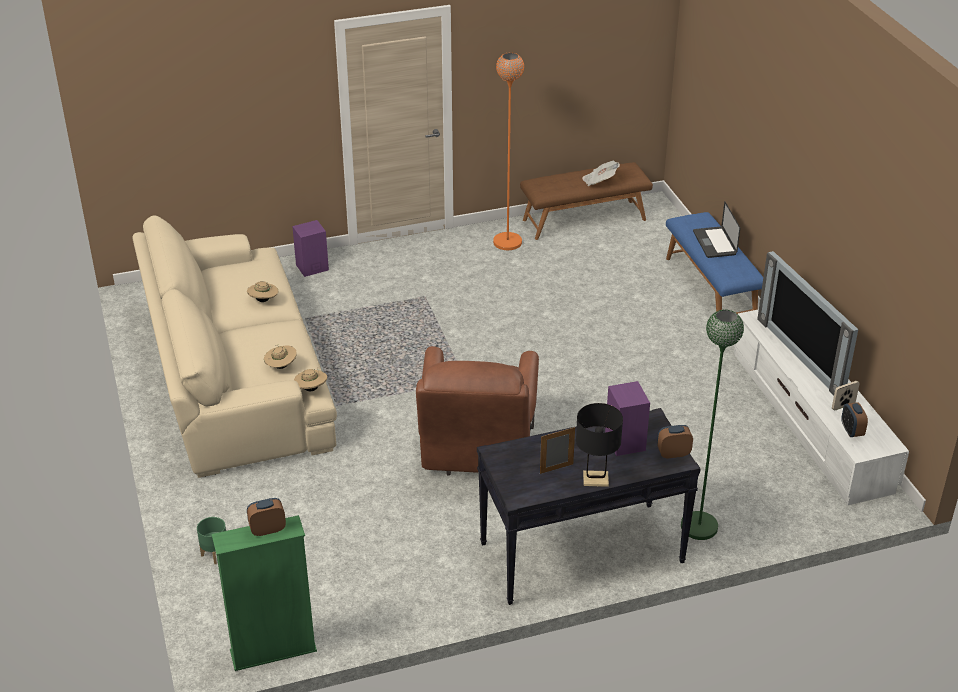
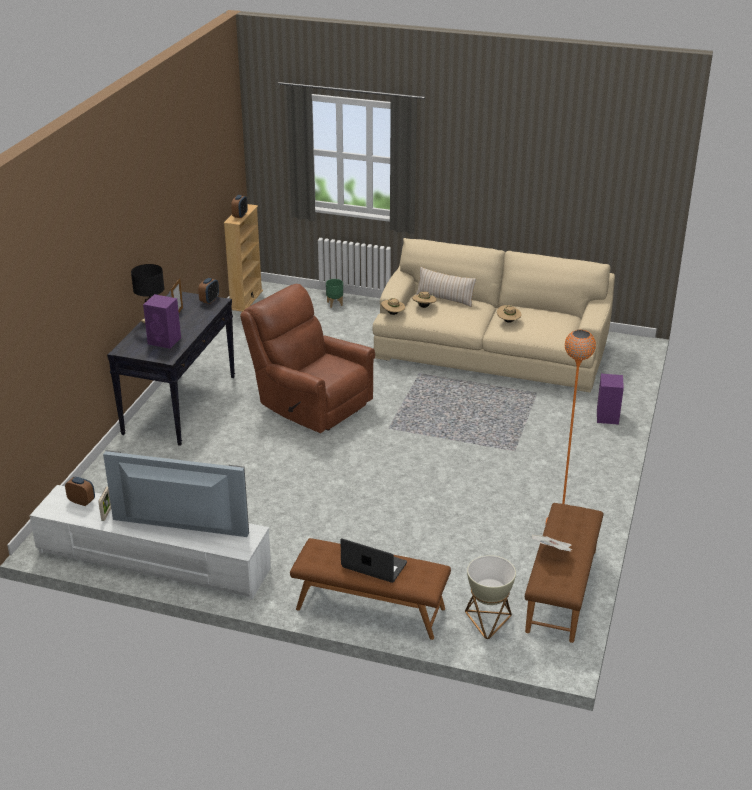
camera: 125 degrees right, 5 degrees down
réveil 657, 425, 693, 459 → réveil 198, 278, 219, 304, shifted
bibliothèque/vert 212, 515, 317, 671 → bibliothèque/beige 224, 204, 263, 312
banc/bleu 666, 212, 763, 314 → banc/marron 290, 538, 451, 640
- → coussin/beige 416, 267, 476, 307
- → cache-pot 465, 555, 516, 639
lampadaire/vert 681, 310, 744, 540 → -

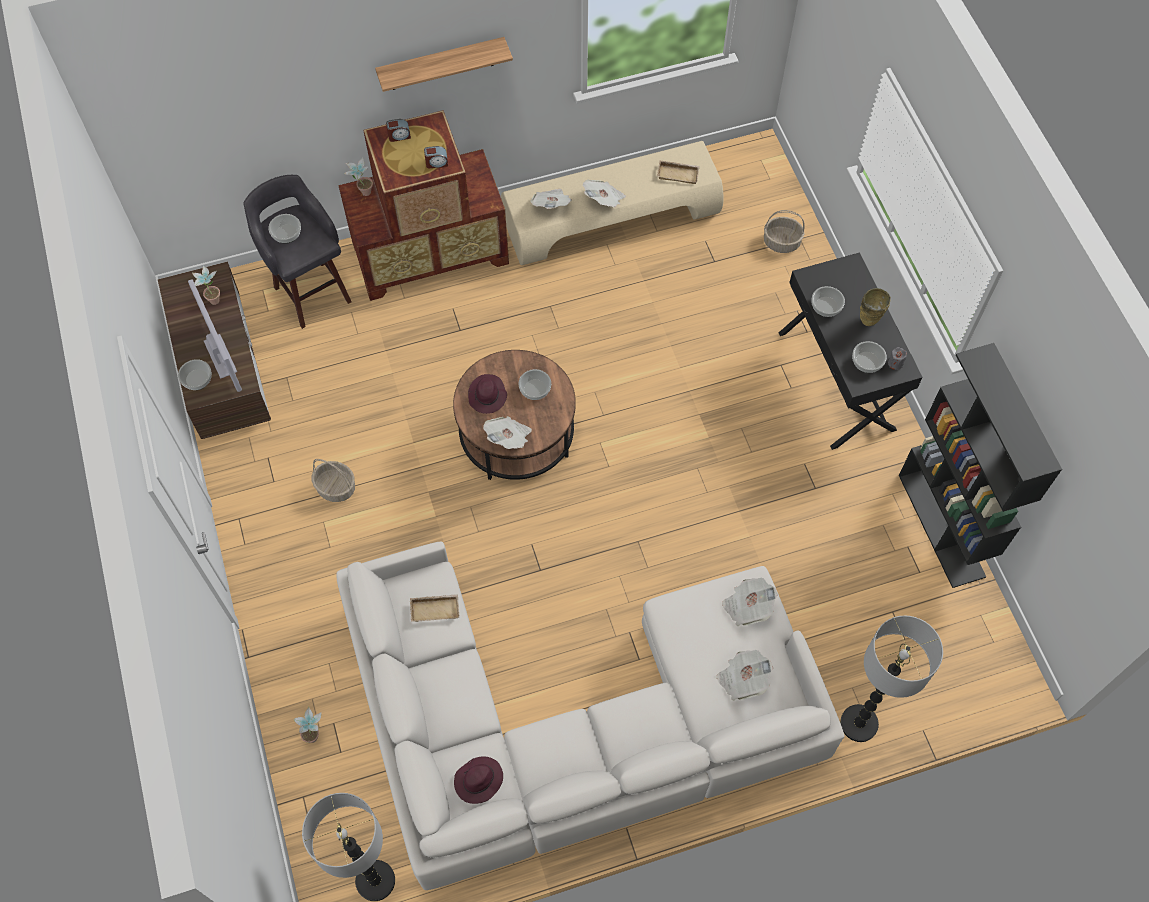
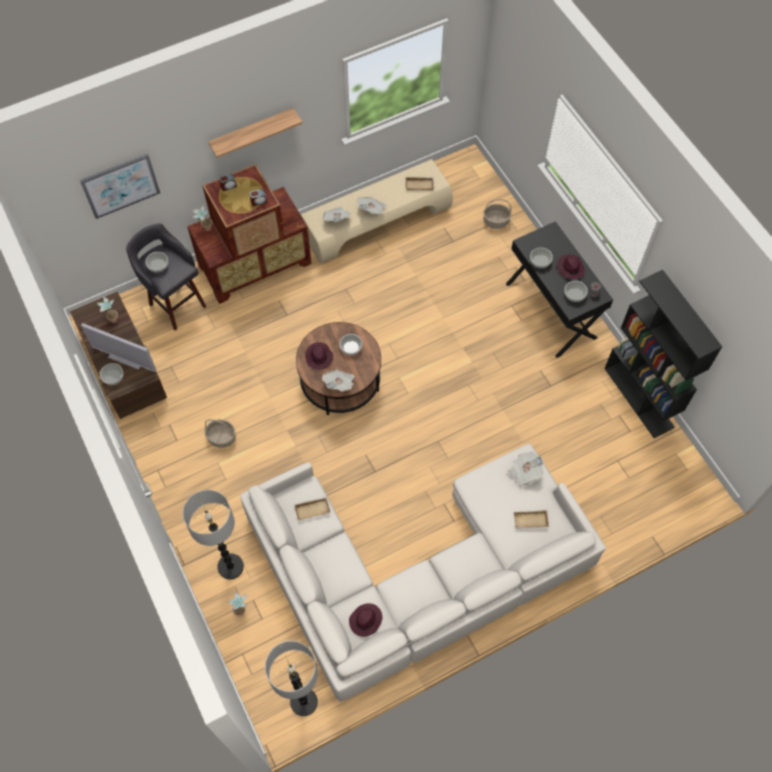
camera: 10 degrees left, 0 degrees up
- → tableau 80, 154, 160, 219
téléviseur 188, 279, 242, 392 → téléviseur 81, 323, 156, 372, 150 degrees clockwise
lampadaire 840, 615, 943, 742 → lampadaire 183, 490, 244, 579, shifted
journal 716, 650, 773, 701 → plateau/beige 514, 510, 549, 529
vase/beige 860, 288, 891, 326 → chapeau/violet 557, 255, 585, 280

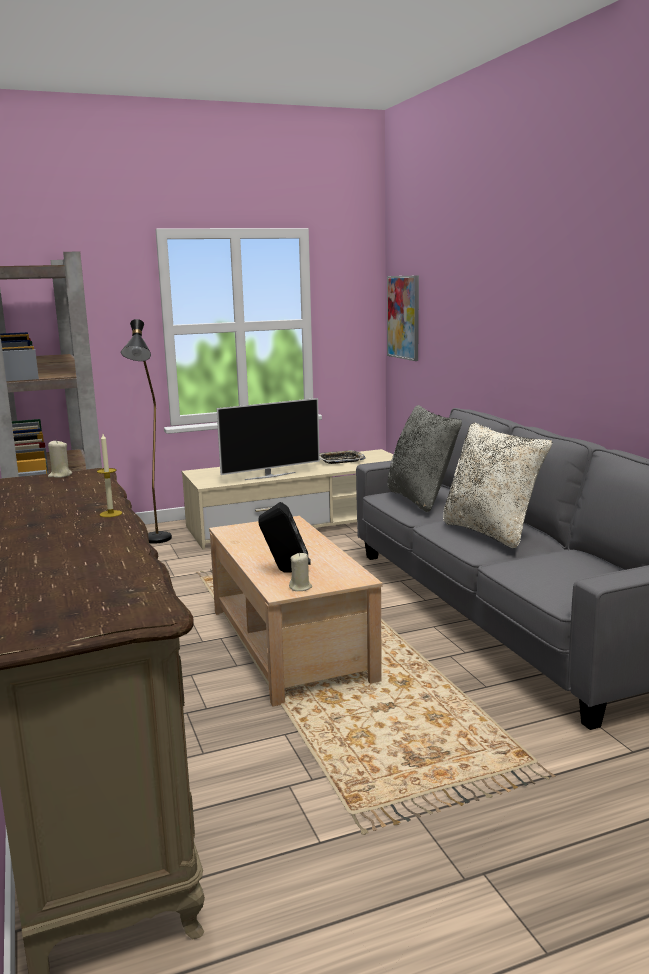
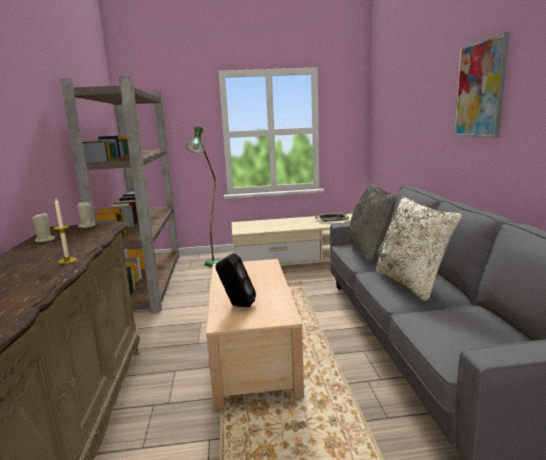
camera: 15 degrees right, 0 degrees up
bougie/beige 289, 553, 312, 591 → bougie/beige 32, 212, 55, 242, shifted
lampadaire/noir 121, 319, 172, 544 → lampadaire/vert 186, 127, 221, 266
tableau 387, 275, 419, 361 → tableau 454, 32, 510, 138, shifted
téléviseur 216, 398, 320, 480 → -

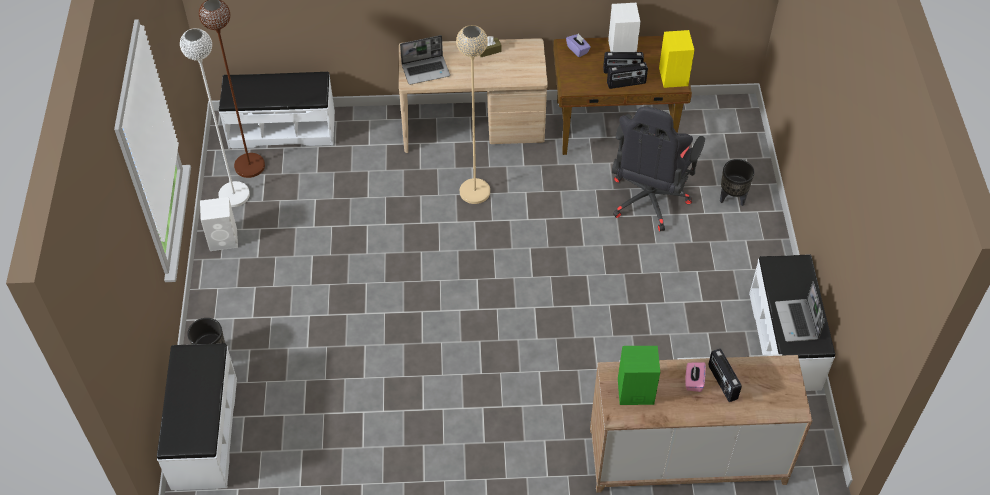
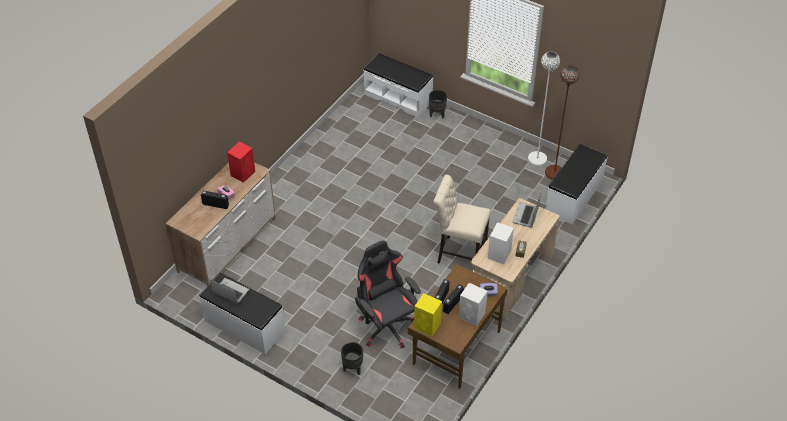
camera: 125 degrees right, 5 degrees down
enceinte/vert 618, 346, 660, 405 → enceinte/rouge 227, 142, 255, 183
lampadaire/beige 456, 25, 490, 204 → tabouret/beige 434, 175, 491, 268
enceinte/blanc 200, 197, 238, 251 → enceinte/blanc 488, 222, 514, 264, shifted

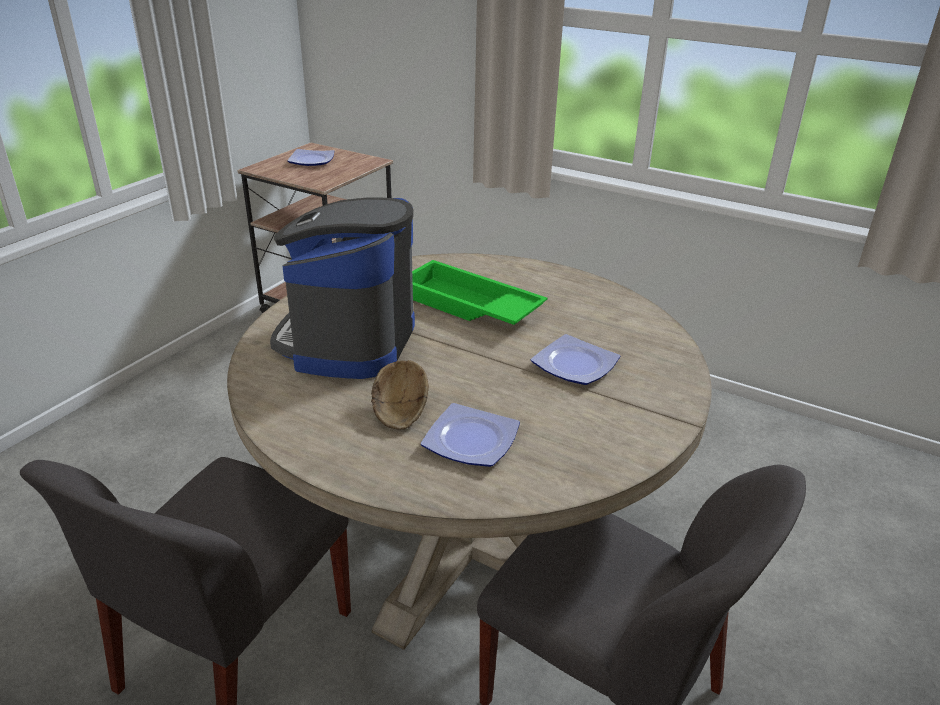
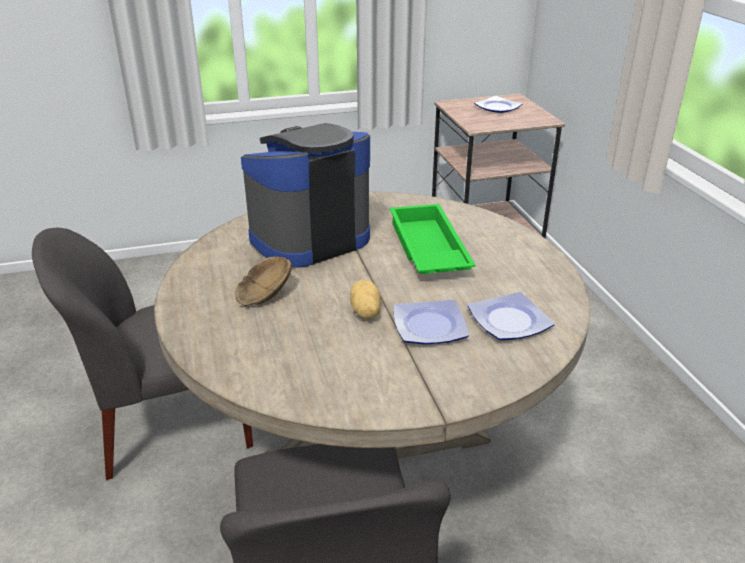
camera: 45 degrees right, 0 degrees up
- → pomme de terre 350, 280, 381, 319
assiette 421, 403, 520, 467 → assiette 468, 292, 555, 340, shifted

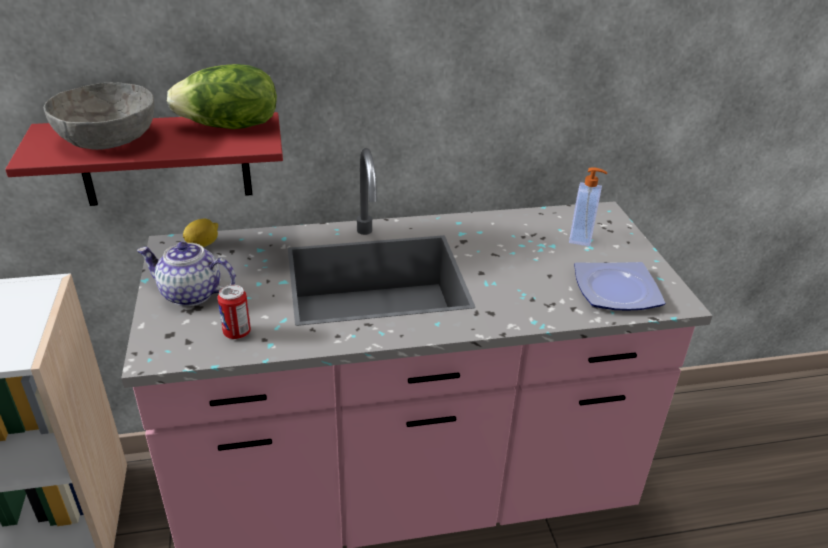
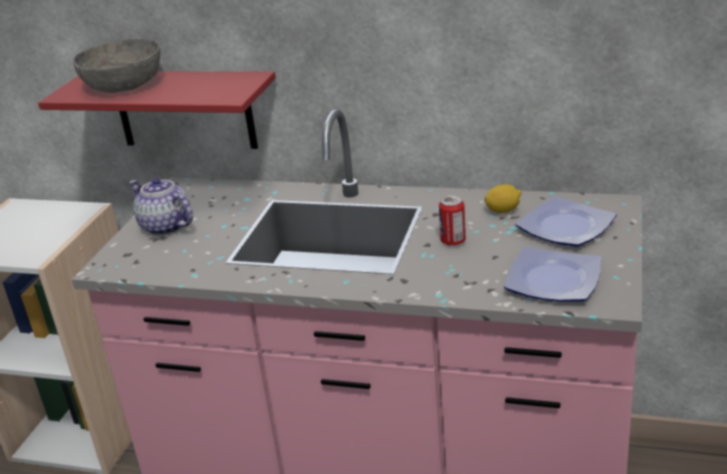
camera: 30 degrees right, 5 degrees down
boîte métallique 217, 285, 251, 339 → boîte métallique 439, 195, 466, 246, shifted
citron 183, 219, 218, 247 → citron 485, 184, 521, 213, shifted
distributeur de savon 569, 167, 607, 247 → assiette 515, 196, 616, 247
laitue 167, 64, 277, 129 → -

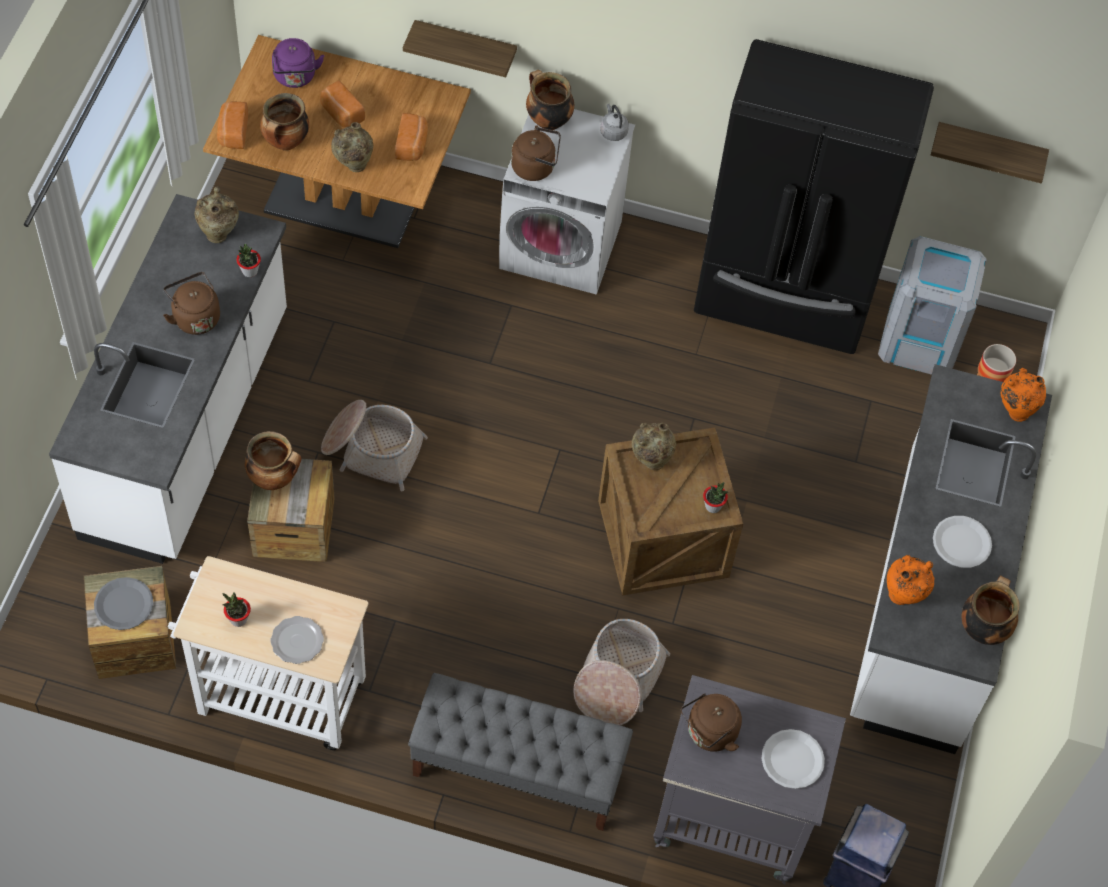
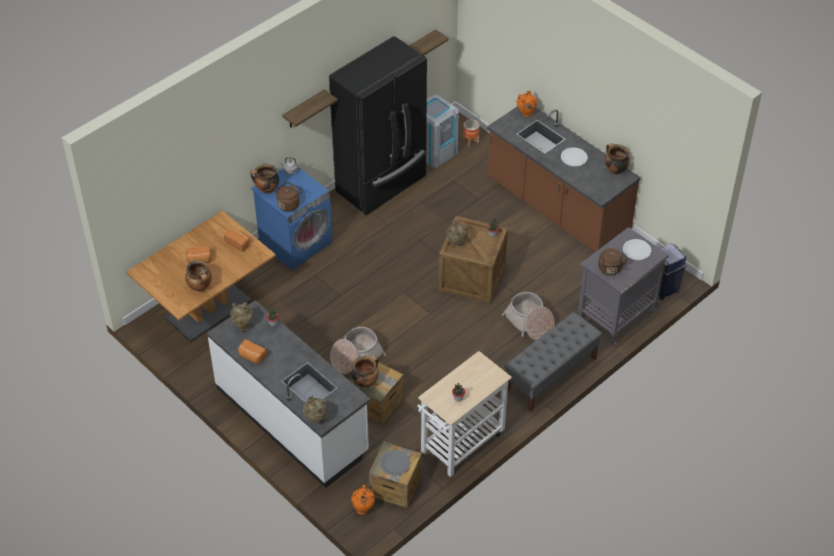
camera: 55 degrees left, 10 degrees down
pain 217, 101, 248, 149 → pain 238, 339, 267, 364, shifted
lave-linge/blanc 499, 109, 635, 295 → lave-linge/bleu 251, 167, 332, 270
étagère 403, 20, 517, 77 → étagère 283, 89, 338, 128, shifted
vase/beige 331, 122, 373, 172 → vase/beige 303, 397, 327, 423, shifted
vase/orange 887, 555, 934, 605 → vase/orange 351, 484, 375, 515, shifted
comptoir de cuisine/blanc 850, 364, 1052, 754 → comptoir de cuisine/marron 487, 107, 641, 252
bouilloire/marron 163, 272, 220, 335 → -
assiette 271, 616, 324, 664 → -
bouilloire/violet 272, 38, 324, 88 → -

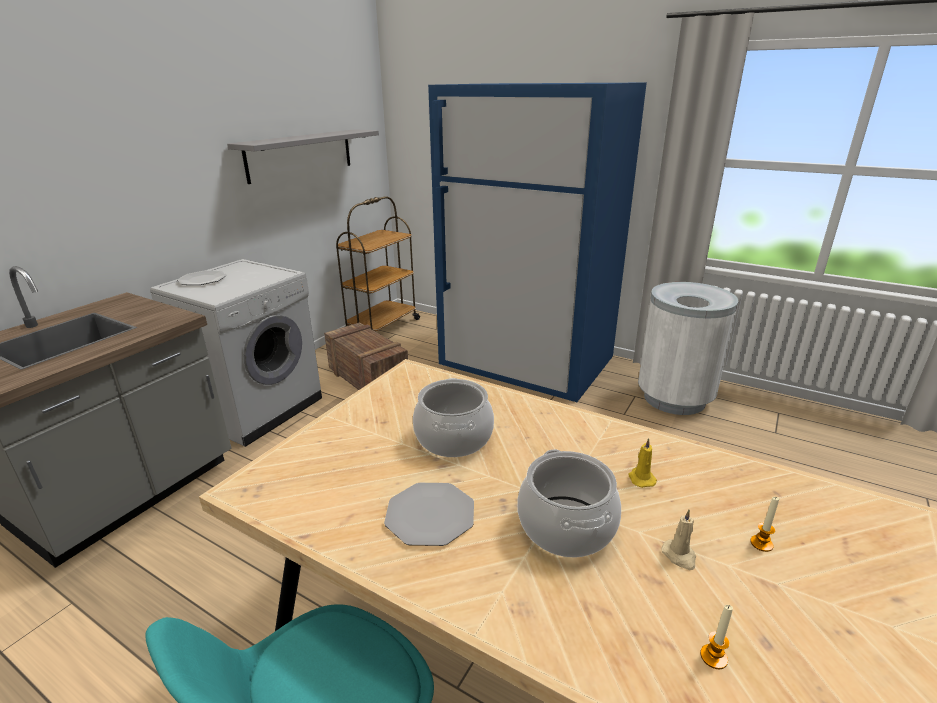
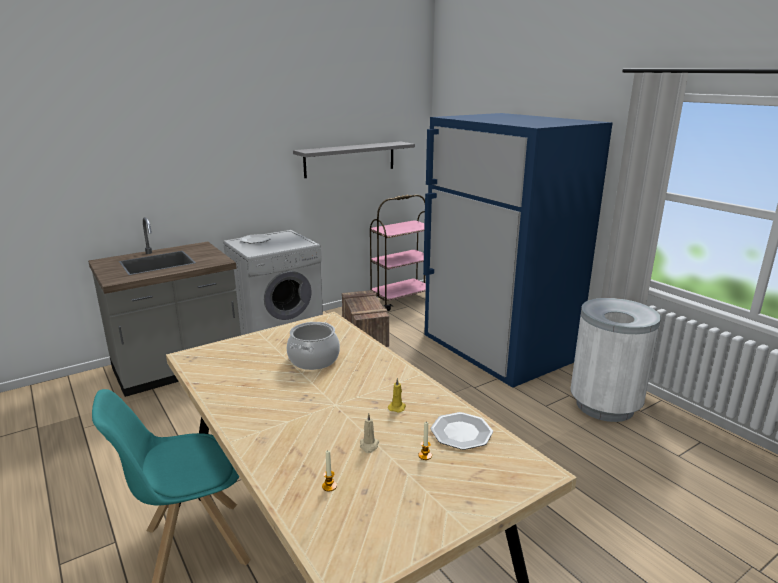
camera: 25 degrees right, 5 degrees down
chariot/marron 336, 196, 420, 332 → chariot/rose 370, 195, 426, 311
assiette 384, 483, 474, 546 → assiette 431, 412, 493, 450, shifted
marmite 518, 449, 621, 558 → -

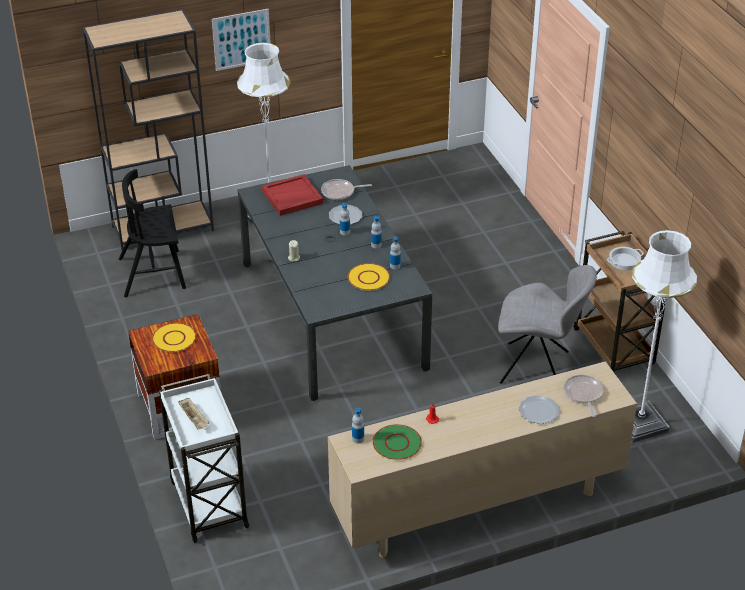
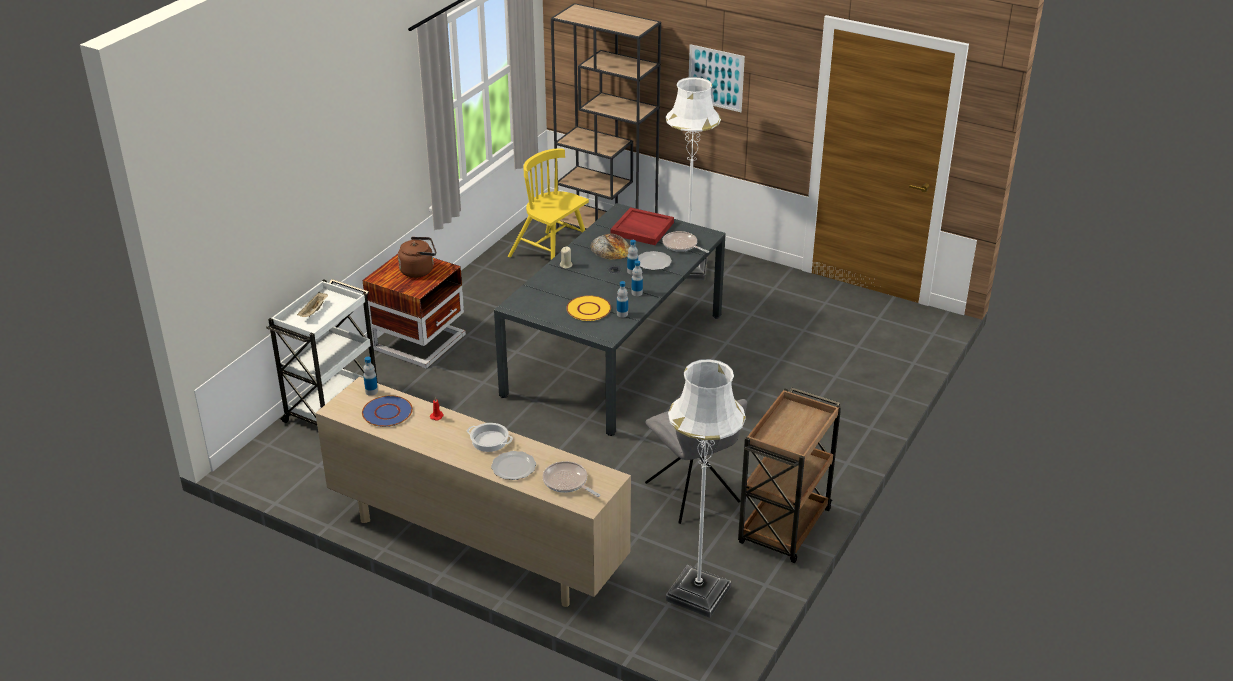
camera: 50 degrees right, 5 degrees down
assiette/vert 373, 424, 422, 460 → assiette/bleu 362, 396, 413, 427
assiette/jaune 152, 323, 196, 352 → bouilloire/marron 398, 237, 436, 278
marmite 607, 247, 644, 270 → marmite 467, 423, 513, 452, shifted
chaise/noir 119, 169, 186, 297 → chaise/jaune 508, 148, 589, 260
poêle 564, 375, 603, 417 → poêle 543, 461, 600, 497, 90 degrees counterclockwise
- → pain 590, 234, 630, 260

